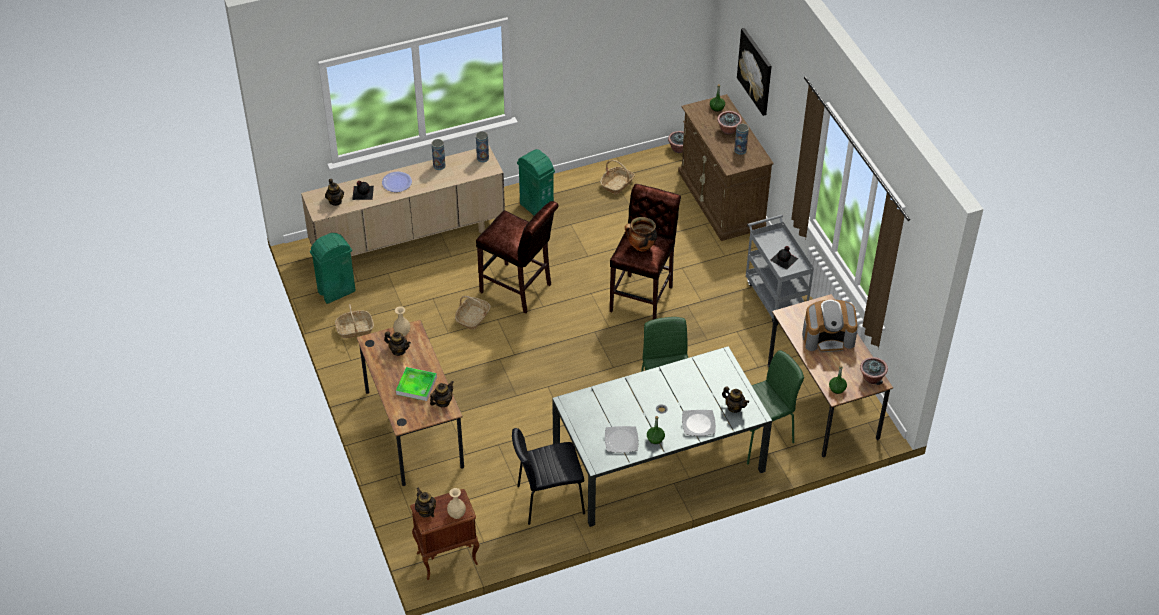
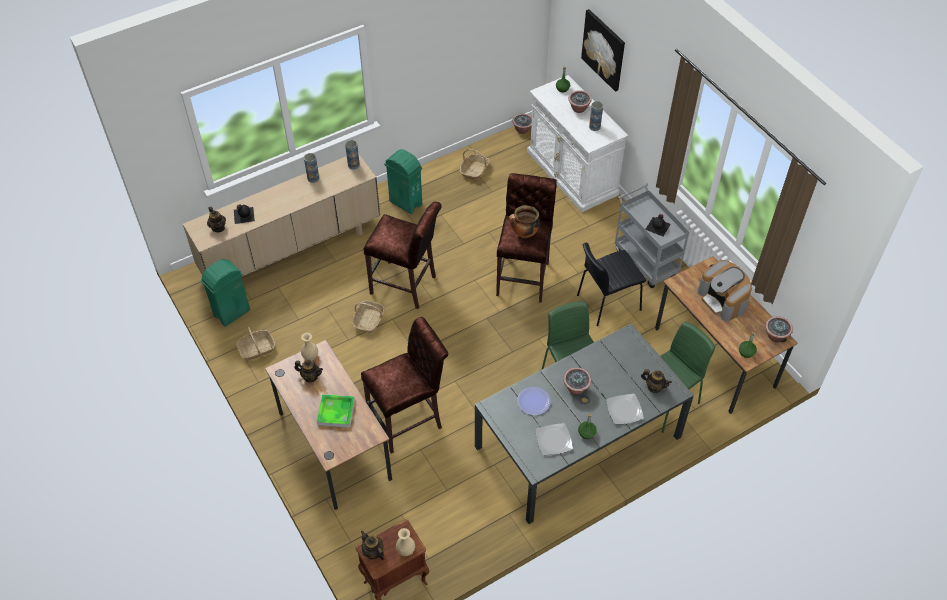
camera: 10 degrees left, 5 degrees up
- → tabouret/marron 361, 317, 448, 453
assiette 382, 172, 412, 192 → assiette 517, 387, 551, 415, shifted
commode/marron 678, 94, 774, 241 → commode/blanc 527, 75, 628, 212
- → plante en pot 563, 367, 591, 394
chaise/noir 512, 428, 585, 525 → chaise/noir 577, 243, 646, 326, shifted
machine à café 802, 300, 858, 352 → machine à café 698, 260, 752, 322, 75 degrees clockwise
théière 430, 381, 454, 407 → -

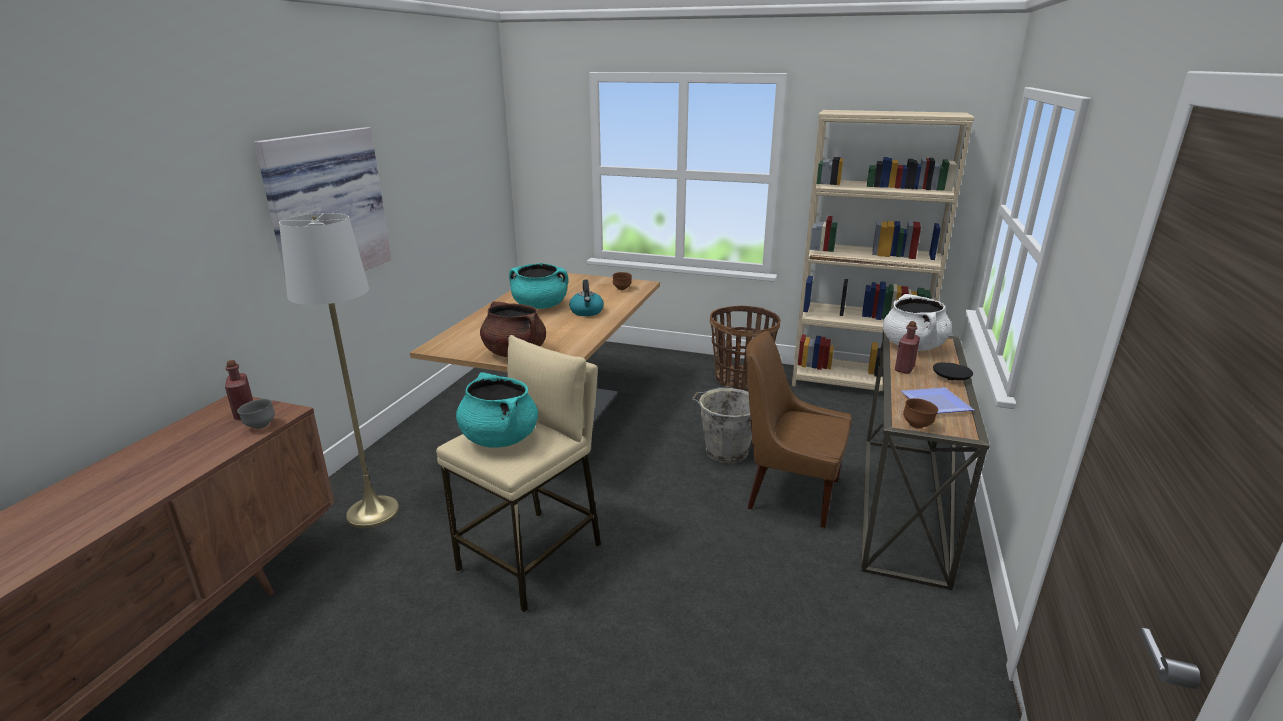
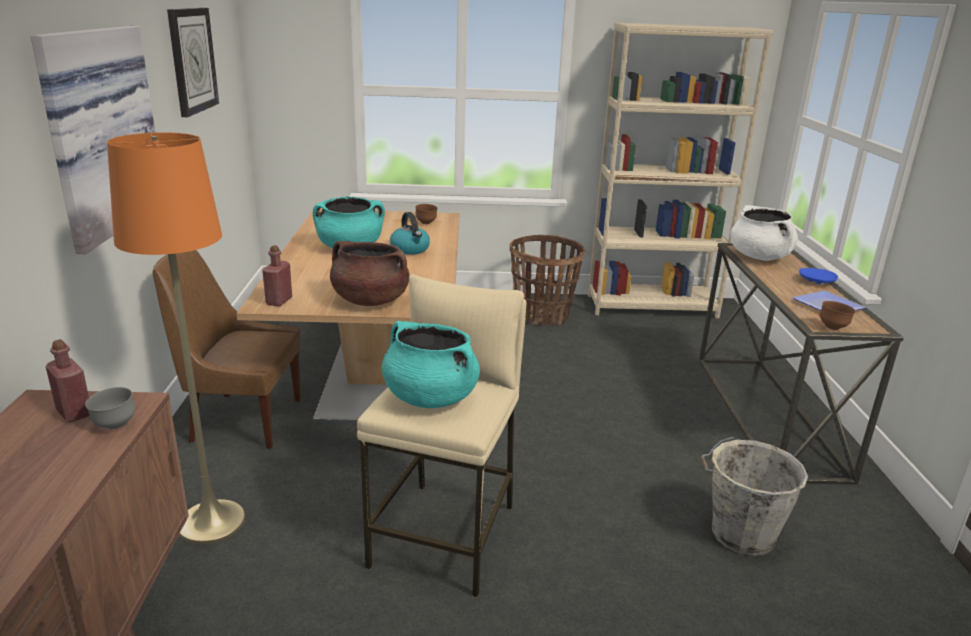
camera: 20 degrees left, 0 degrees up
lampadaire/blanc 279, 213, 399, 528 → lampadaire/orange 107, 133, 246, 545
chaise/marron 746, 331, 852, 528 → chaise/marron 153, 250, 301, 449, shifted
- → horloge murale 167, 8, 219, 117
bouteille/rouge 895, 321, 920, 374 → bouteille/rouge 262, 245, 292, 306, shifted
seau/gris 692, 386, 752, 464 → seau/gris 700, 437, 808, 556, shifted
assiette/noir 933, 363, 973, 380 → assiette/bleu 799, 268, 838, 284

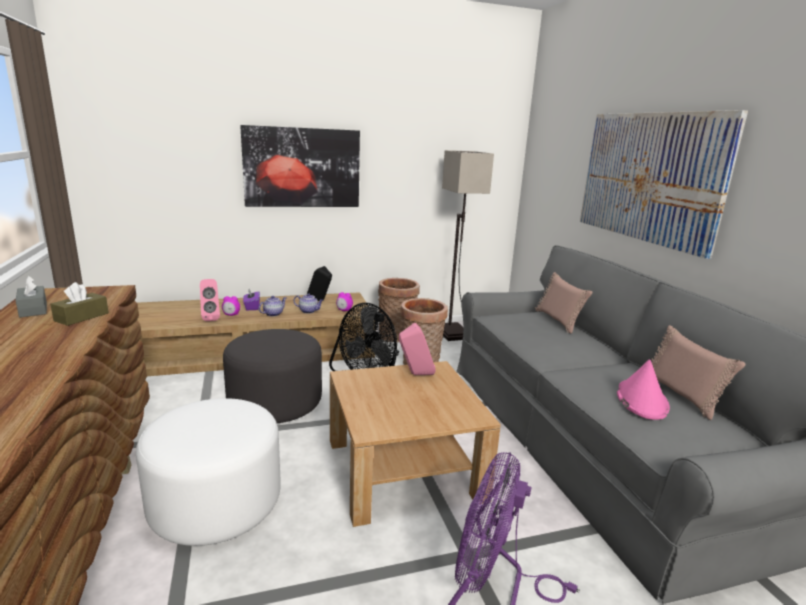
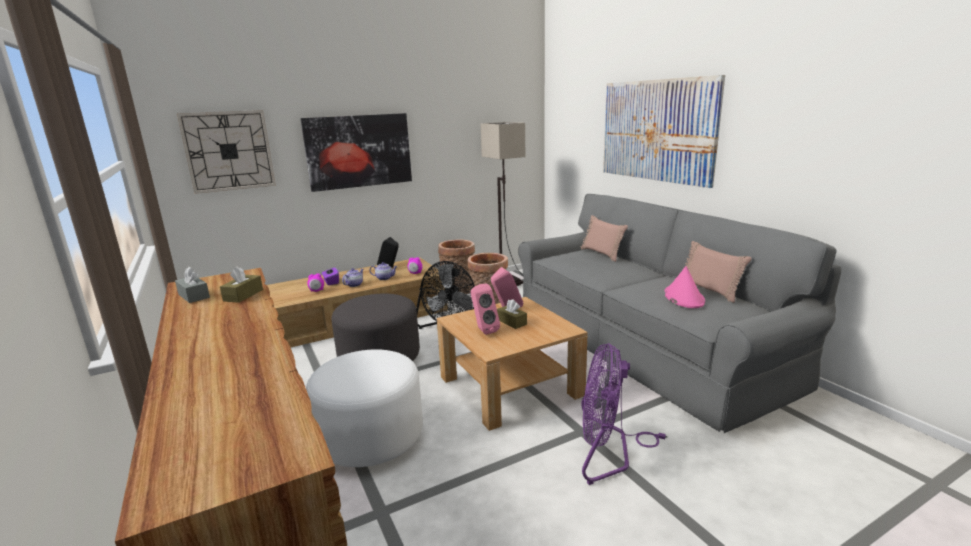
camera: 10 degrees left, 0 degrees up
- → horloge murale 177, 110, 276, 194
enceinte/rose 200, 279, 220, 321 → enceinte/rose 470, 283, 500, 335, shifted
- → boîte à mouchoirs/marron 497, 299, 527, 329

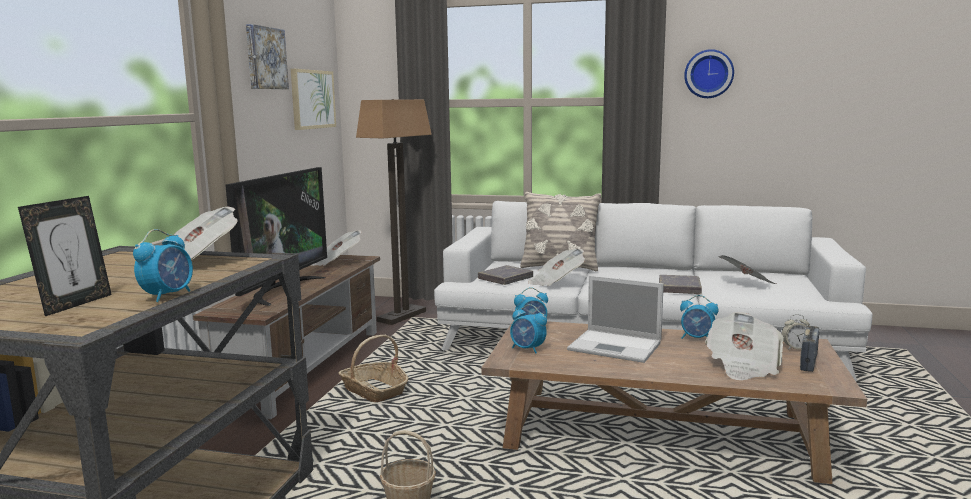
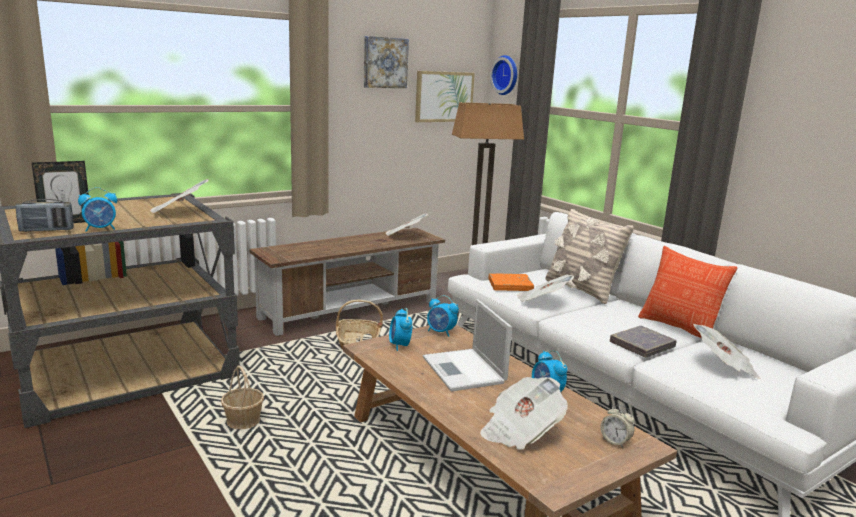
camera: 40 degrees right, 5 degrees up
radio 800, 326, 819, 372 → radio 15, 199, 74, 232, shifted
livre/gris 478, 265, 533, 285 → livre/orange 488, 273, 534, 291
horloge murale 684, 49, 734, 98 → horloge murale 490, 55, 517, 95, shifted
- → coussin/orange 638, 246, 737, 339
téléviseur 225, 167, 327, 306 → -

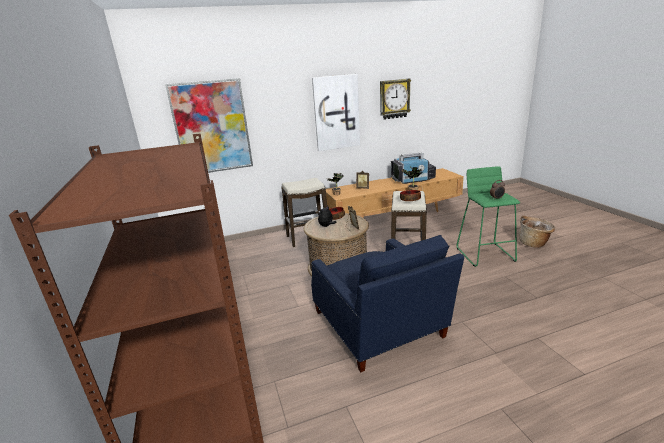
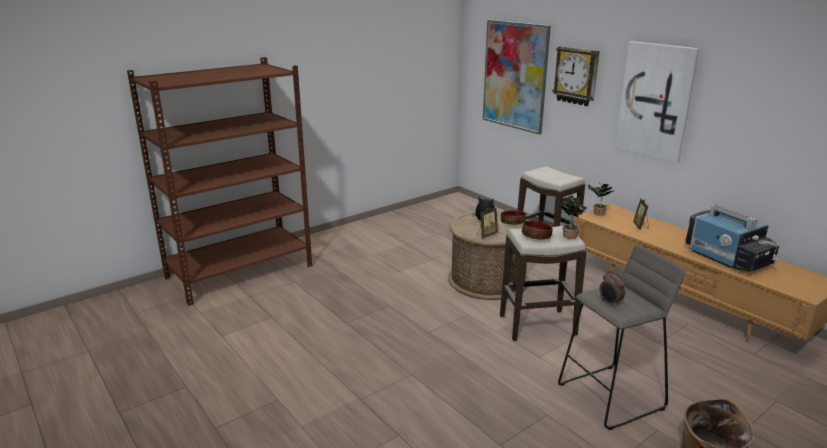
camera: 70 degrees right, 0 degrees up
horloge murale 380, 78, 411, 120 → horloge murale 552, 46, 600, 106, shifted
tabouret/vert 457, 166, 520, 267 → tabouret/gris 558, 245, 685, 430
fauteuil/bleu 311, 235, 464, 372 → -

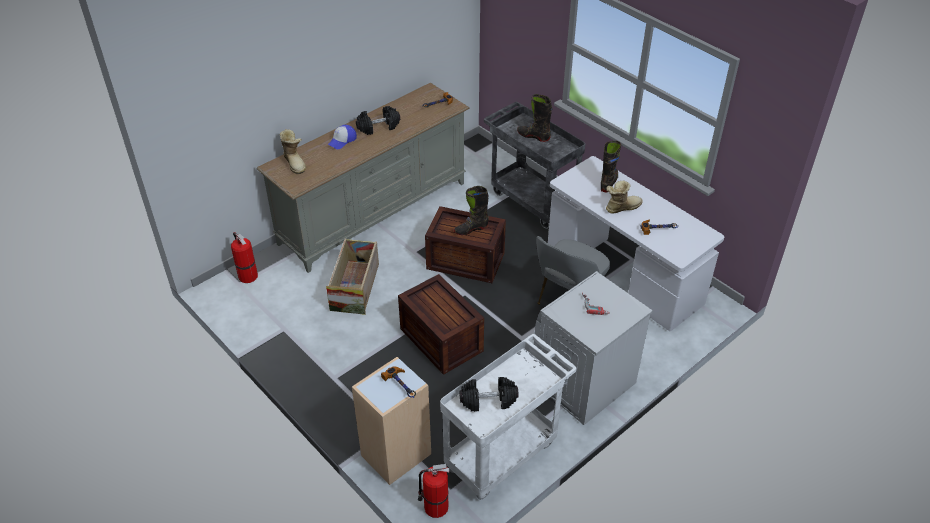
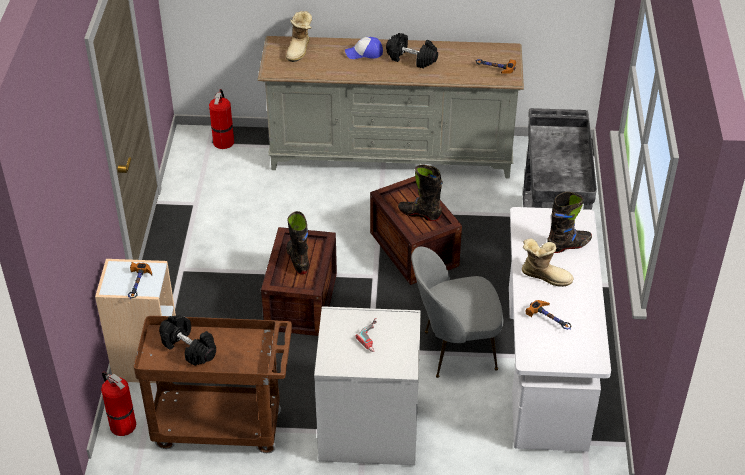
camera: 45 degrees right, 0 degrees up
chariot/blanc 440, 334, 576, 500 → chariot/marron 134, 316, 292, 453
botte/noir 517, 94, 553, 142 → botte/noir 286, 211, 309, 275, shifted
caisse 326, 238, 379, 315 → -

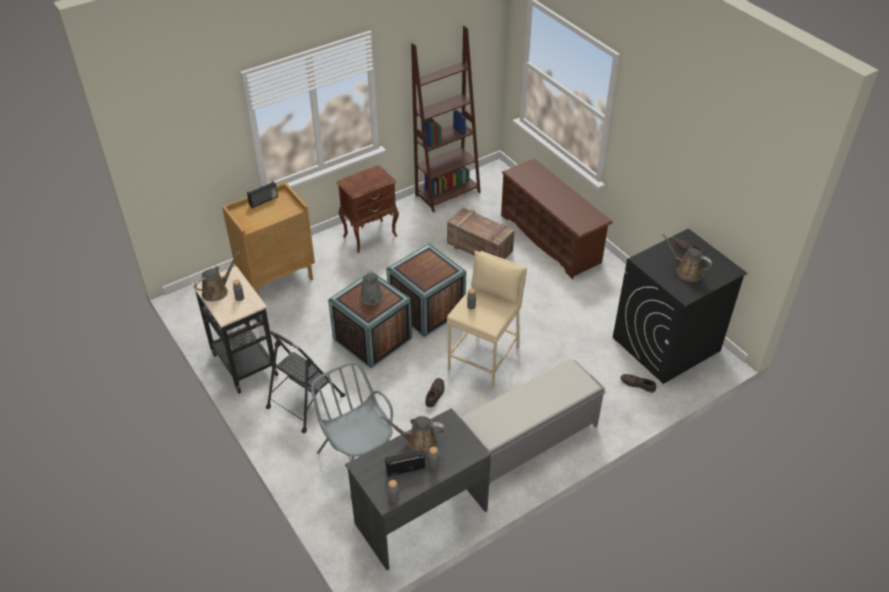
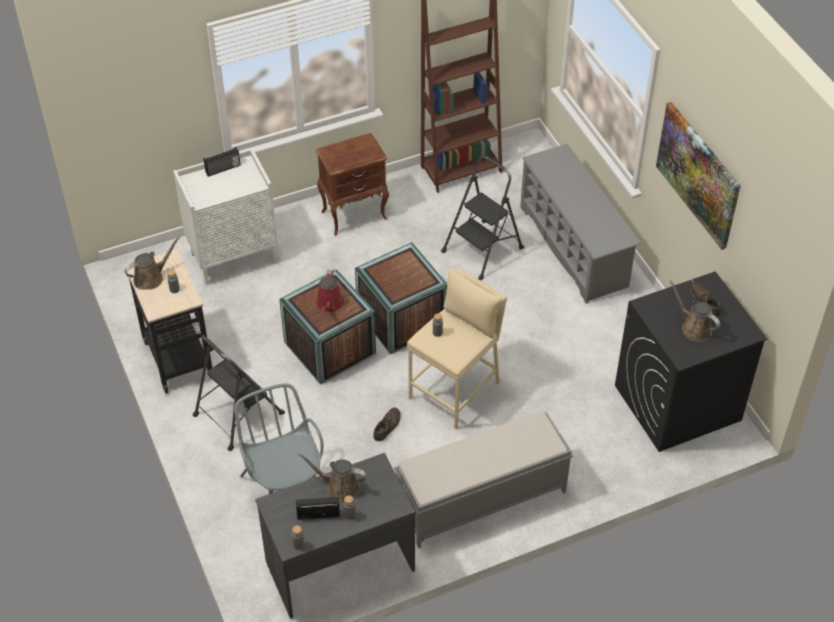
camera: 10 degrees right, 5 degrees up
meuble de rangement/marron 222, 182, 315, 295 → meuble de rangement/blanc 173, 148, 278, 285
arrosoir/gris 360, 268, 384, 305 → arrosoir/rouge 316, 269, 344, 313
caisse 447, 208, 514, 259 → escabeau/noir 441, 156, 524, 280
étagère à chaussures/marron 501, 159, 613, 279 → étagère à chaussures/gris 520, 144, 641, 304
- → tableau 656, 102, 741, 250
chaussure/marron 621, 374, 656, 393 → -

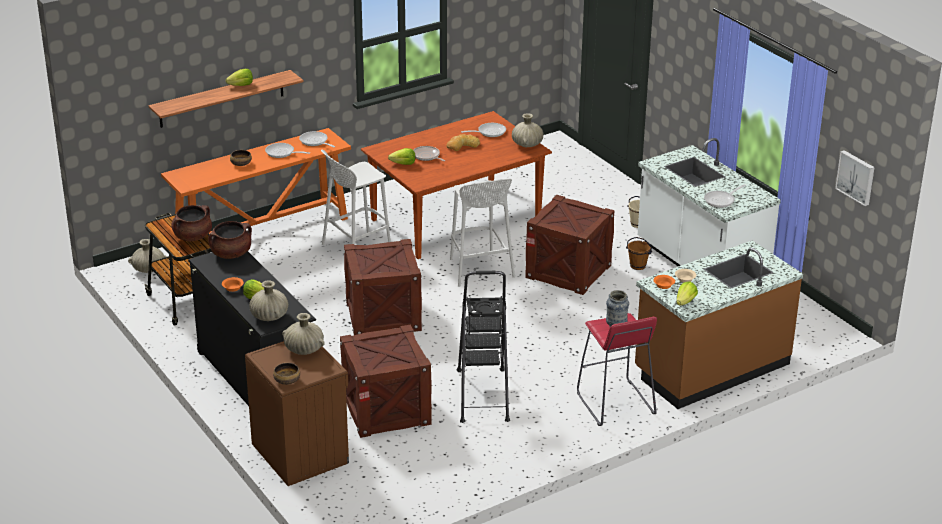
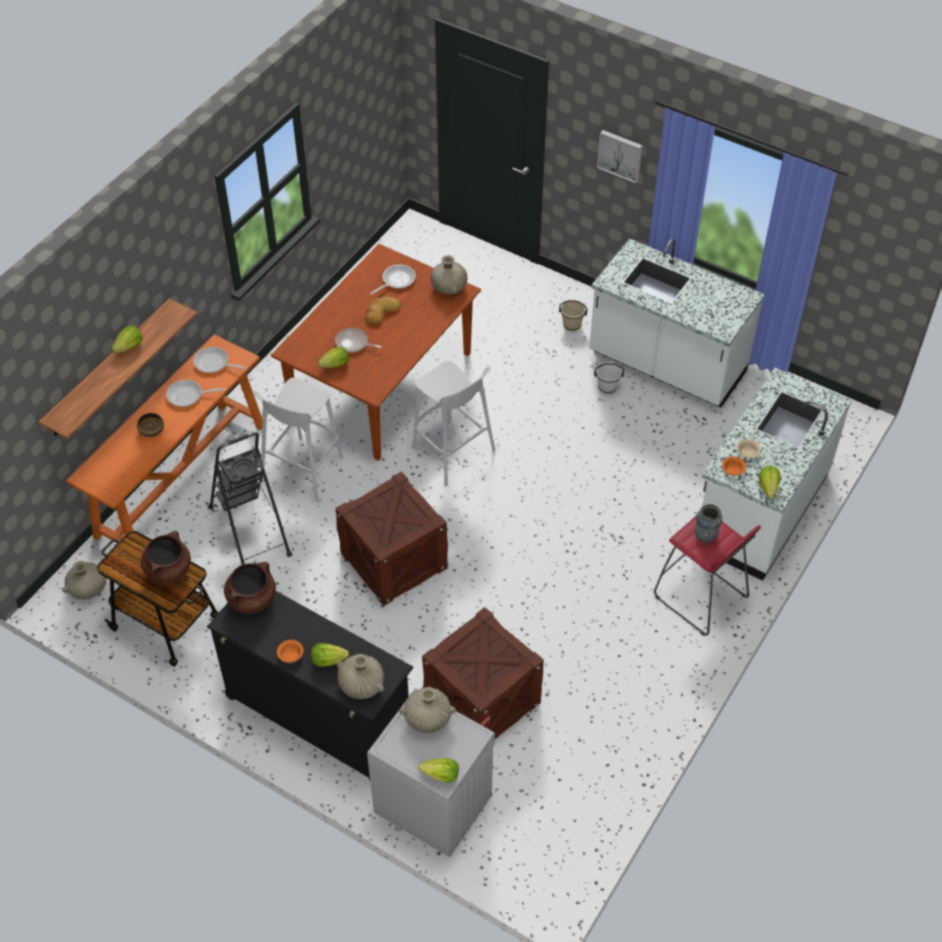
camera: 25 degrees left, 20 degrees up
escabeau 457, 271, 510, 423 → escabeau 208, 432, 292, 565, shifted
lave-linge/marron 245, 341, 349, 486 → lave-linge/blanc 367, 688, 495, 857
bol 273, 363, 300, 385 → laitue 418, 758, 459, 783
seau/marron 626, 237, 652, 270 → seau/blanc 594, 362, 624, 395
tableau 835, 150, 875, 206 → tableau 597, 130, 642, 183, shifted
comptoir de cuisine/marron 635, 241, 803, 409 → comptoir de cuisine/blanc 702, 368, 852, 581
caisse 525, 195, 614, 295 → -
poêle 704, 184, 746, 208 → -

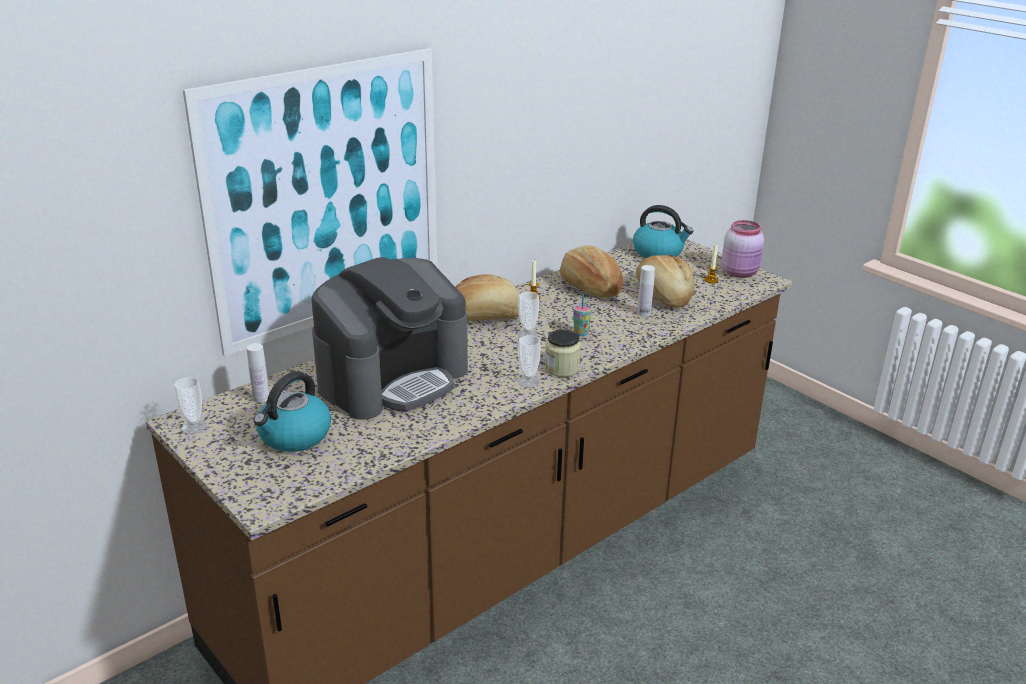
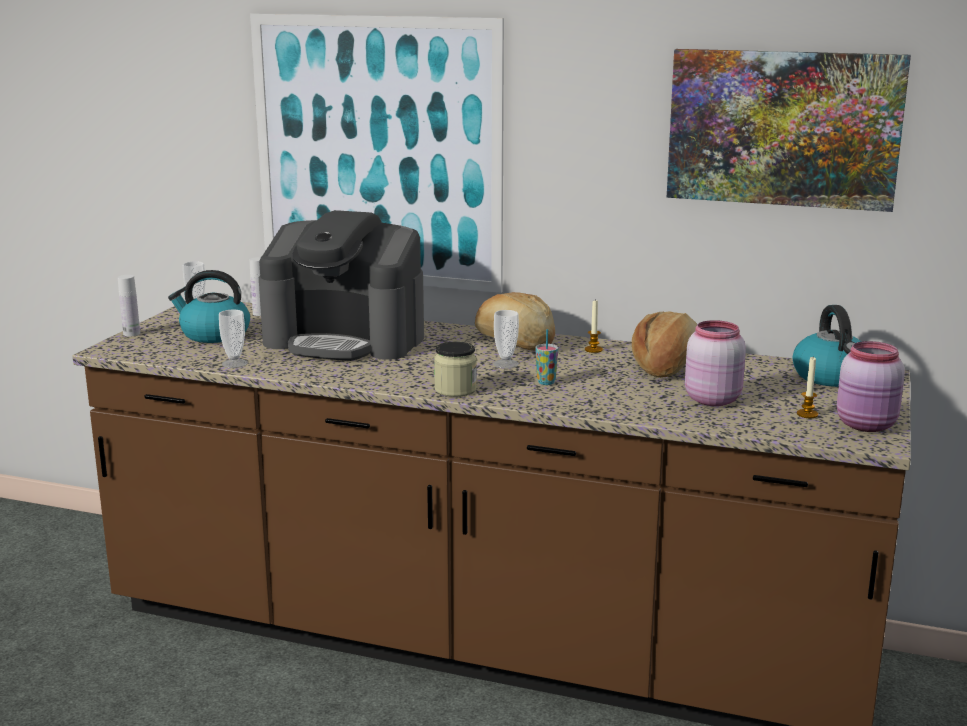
camera: 60 degrees right, 10 degrees down
bouteille/blanc 637, 265, 655, 317 → bouteille/blanc 118, 275, 140, 337, shifted
tasse 517, 335, 541, 388 → tasse 219, 310, 248, 368, shifted
- → tableau 667, 49, 911, 212
pain 635, 255, 695, 308 → bocal/rose 685, 320, 746, 406

